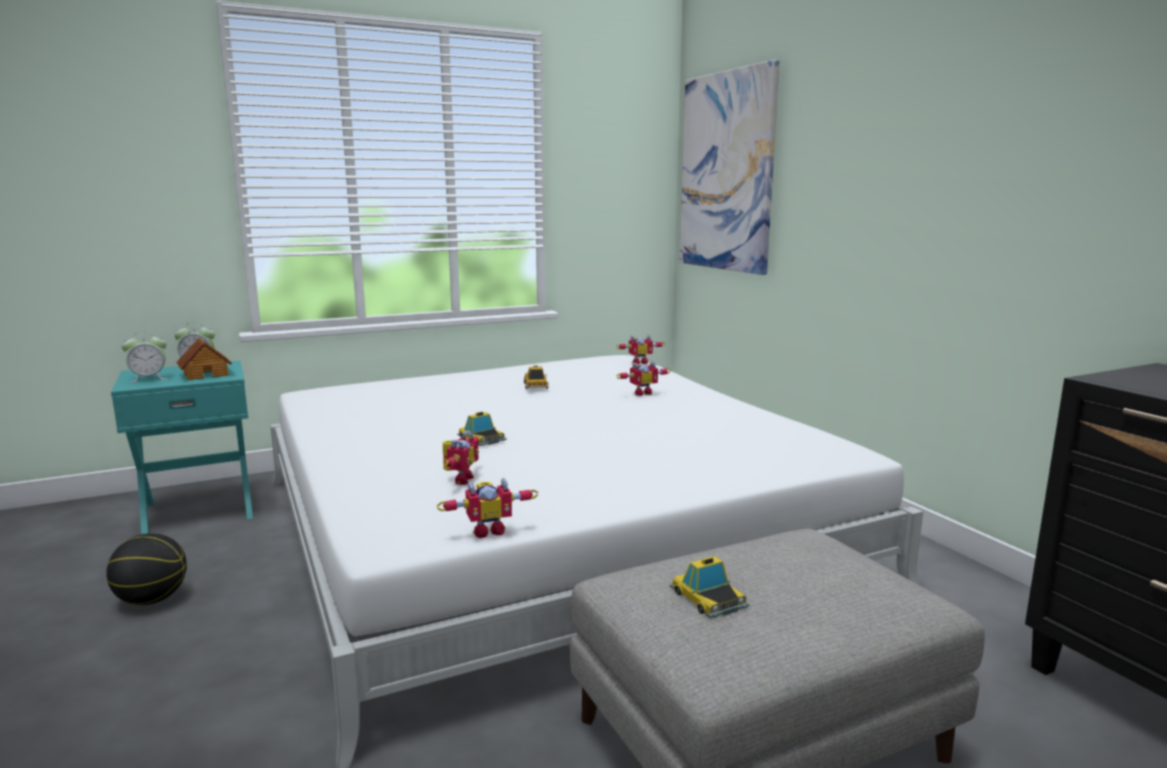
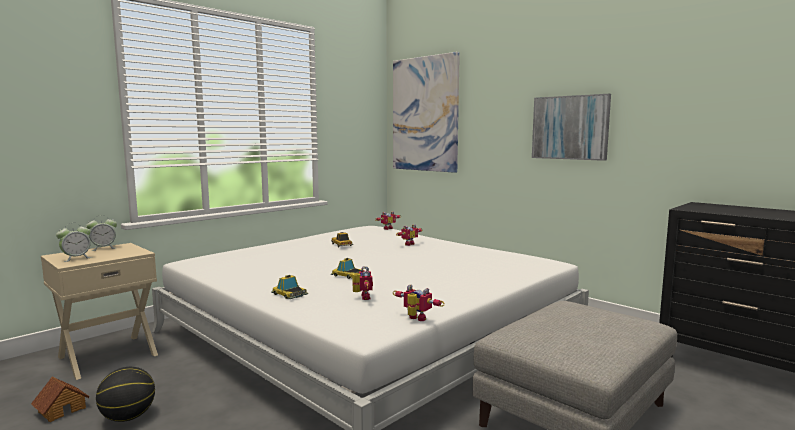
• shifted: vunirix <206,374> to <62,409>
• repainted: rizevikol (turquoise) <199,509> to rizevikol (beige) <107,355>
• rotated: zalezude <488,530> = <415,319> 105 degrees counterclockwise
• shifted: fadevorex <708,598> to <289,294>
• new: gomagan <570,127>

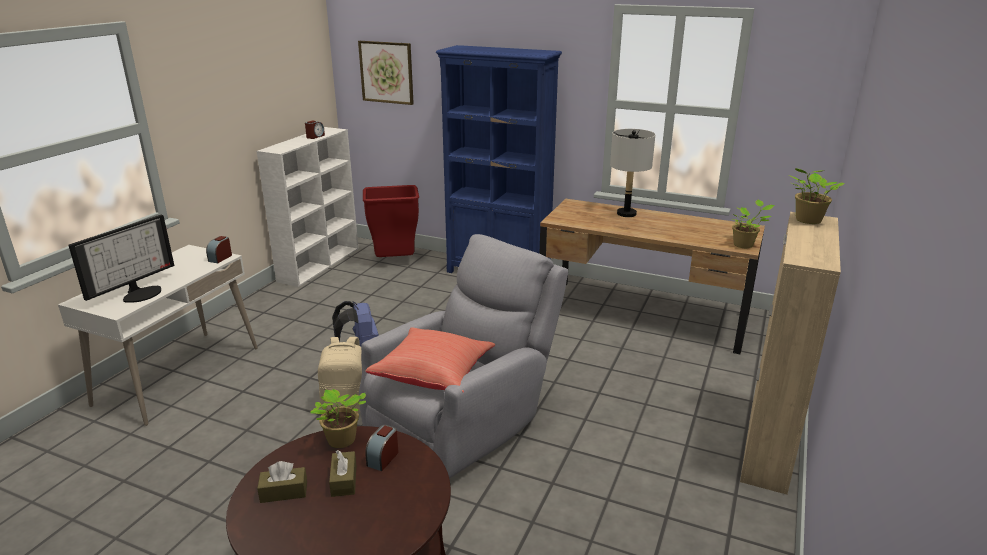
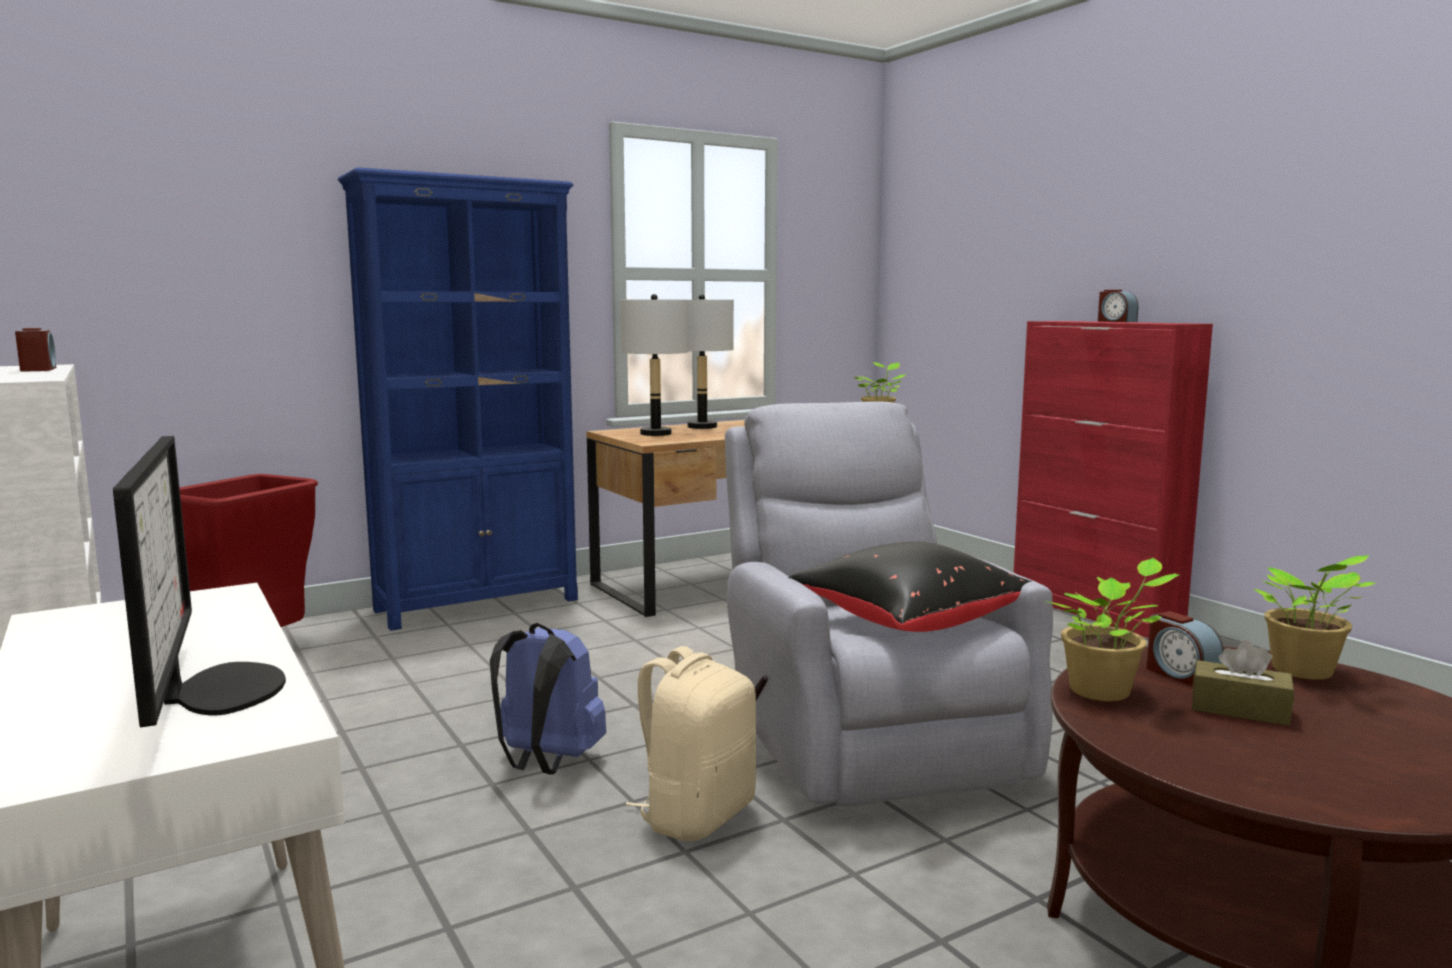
• gone: gomagan <386,72>
• shifted: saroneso <807,220> to <1304,672>
• repainted: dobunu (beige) <767,446> to dobunu (red) <1095,611>
• shifted: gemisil <220,258> to <1116,321>
• repainted: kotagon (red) <434,375> to kotagon (black) <909,621>
• gone: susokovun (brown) <284,492>
• new: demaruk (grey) <655,434>

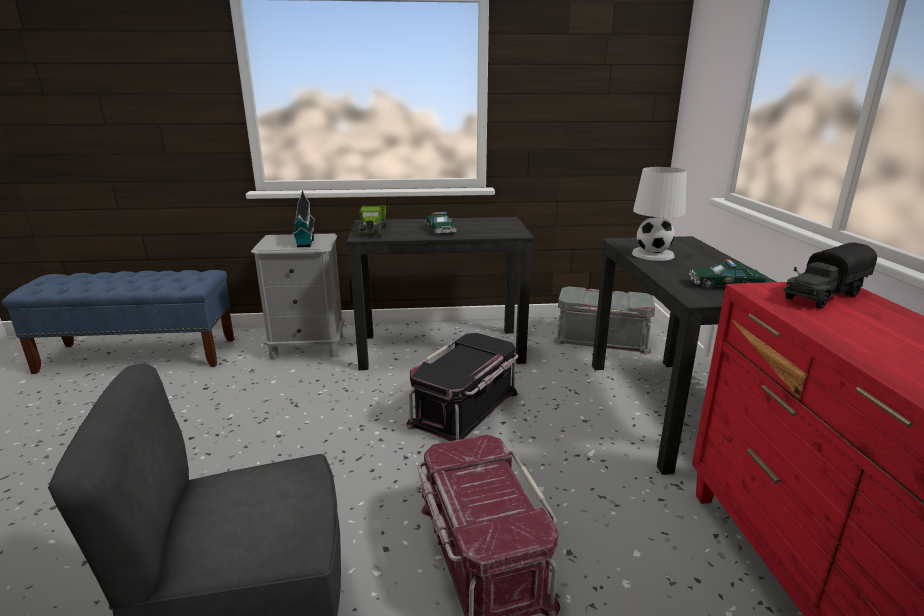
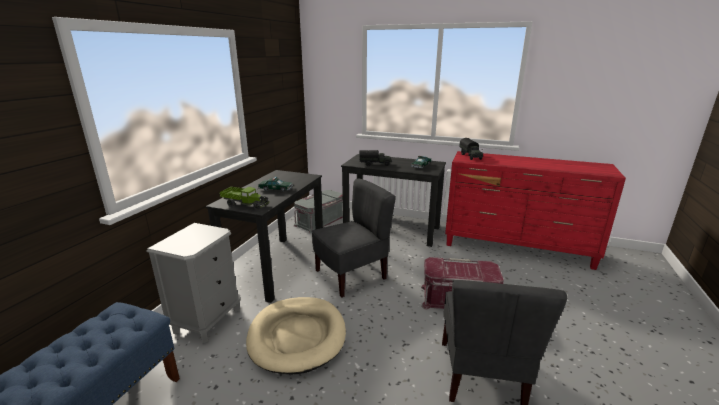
• swapped: demaruk (white) <653,254> to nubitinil <375,164>
• gone: vunirix <305,241>
• swapped: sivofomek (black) <466,409> to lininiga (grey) <351,275>
• new: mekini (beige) <297,336>

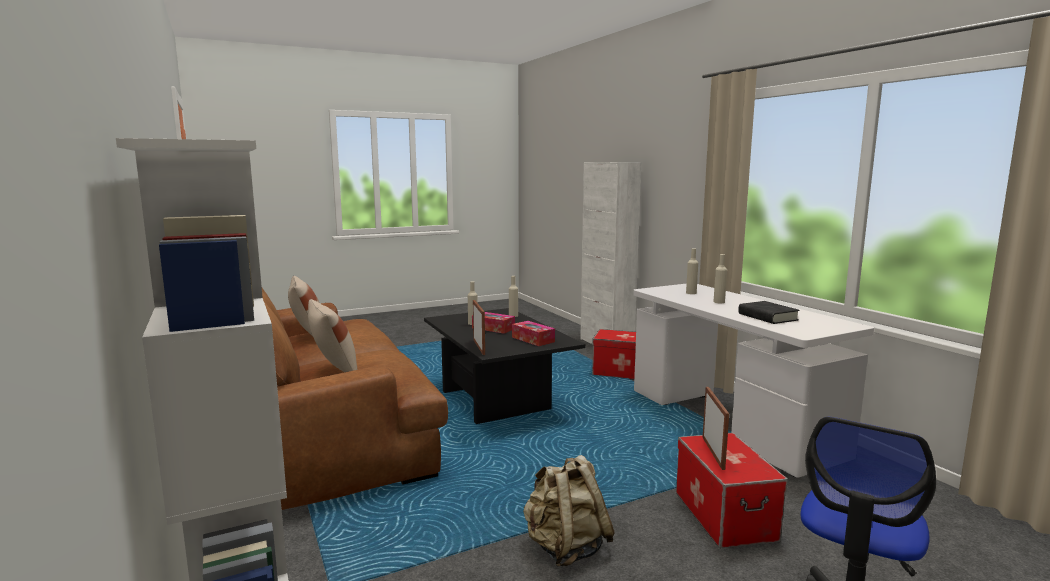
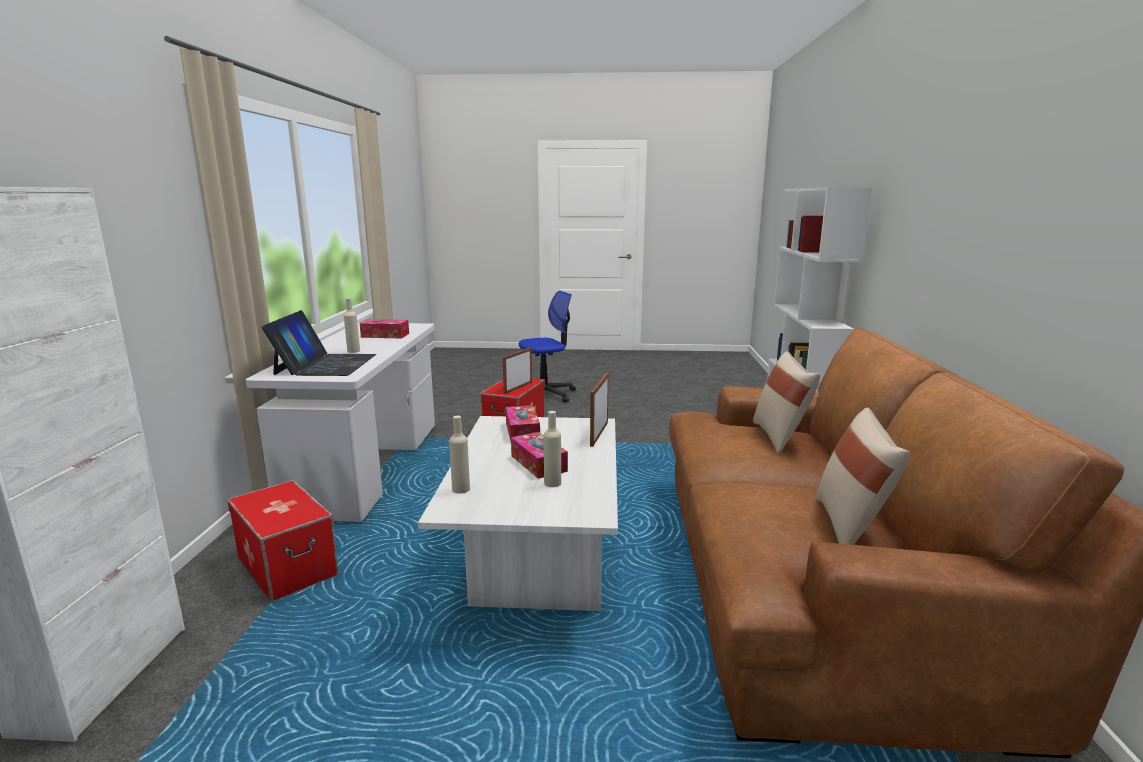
• swapped: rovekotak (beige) <691,293> to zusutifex <325,364>
• swapped: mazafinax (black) <767,317> to susokovun <385,335>
• repainted: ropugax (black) <499,400> to ropugax (white) <536,563>
• gone: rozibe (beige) <566,548>

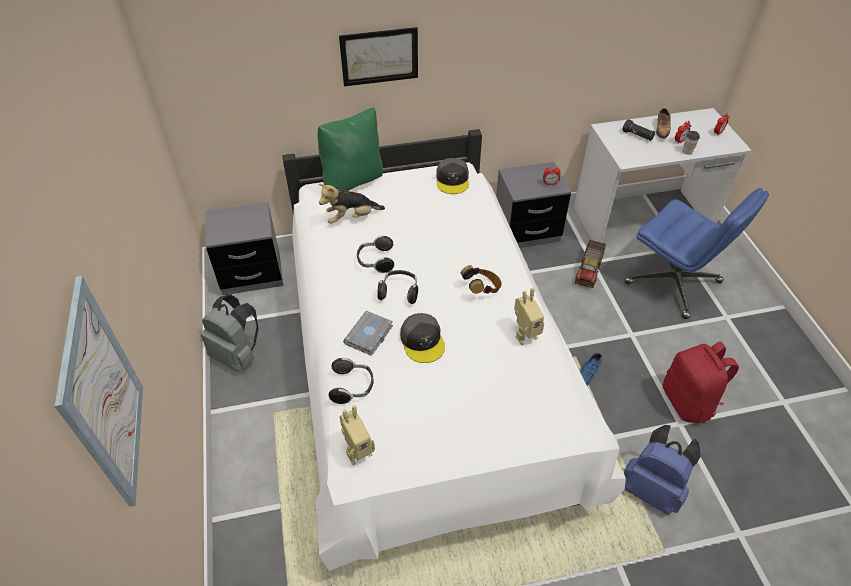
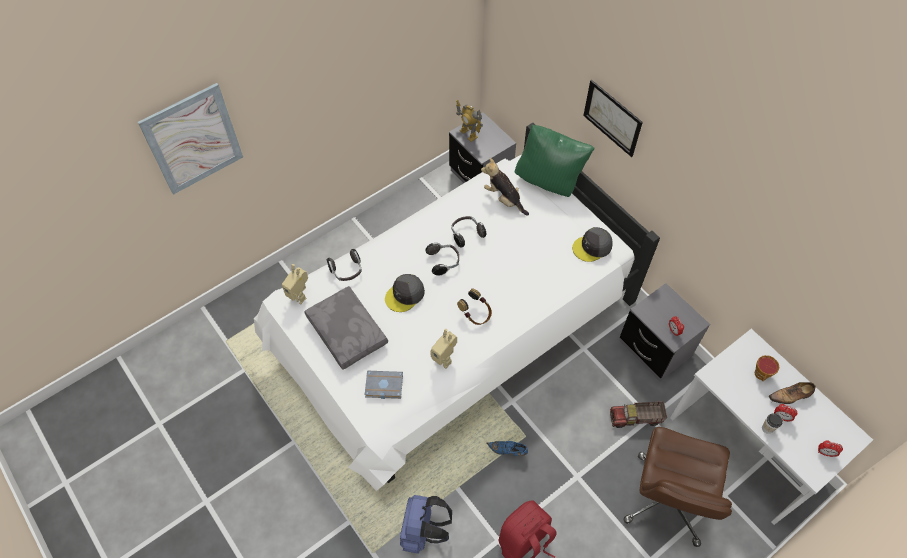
• swapped: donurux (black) <637,136> to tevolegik <761,375>
• repainted: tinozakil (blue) <674,283> to tinozakil (brown) <667,500>
• gone: rozibe (grey) <237,355>
• shifted: mazafinax (grey) <369,336> to <383,387>
• new: zalezude <468,134>
• new: kotagon (grey) <348,331>

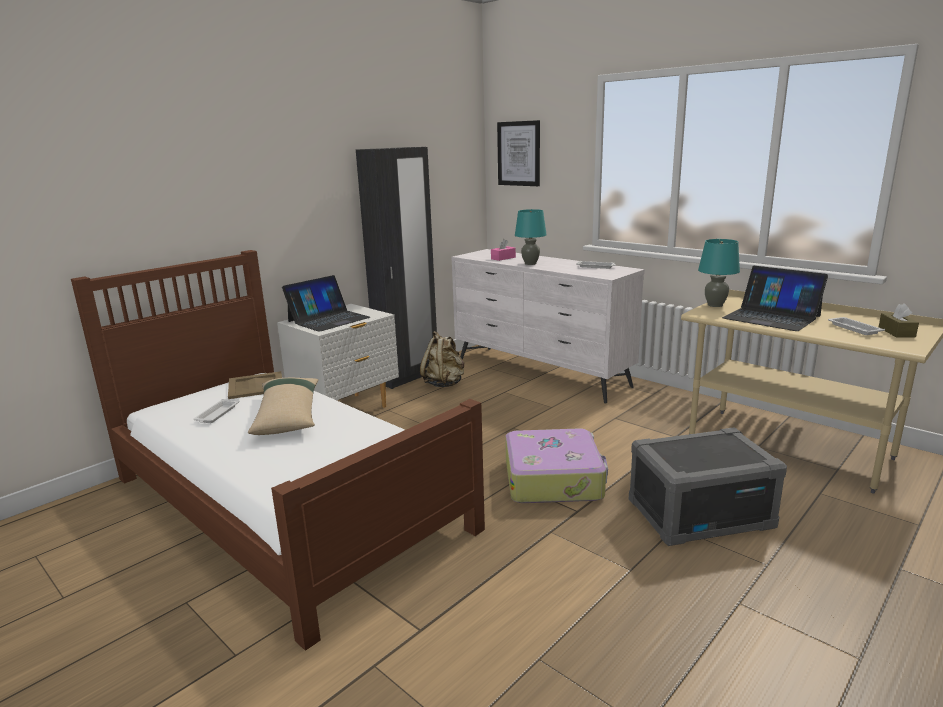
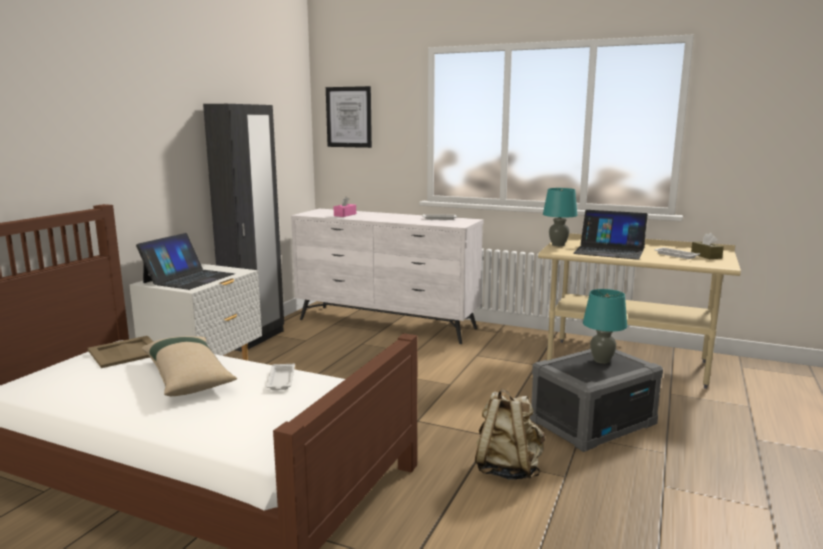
• shifted: demaruk (turquoise) <530,263> to <601,360>
• shifted: rozibe (beige) <444,384> to <507,469>
• shifted: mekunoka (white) <217,414> to <281,380>
• gone: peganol <554,478>

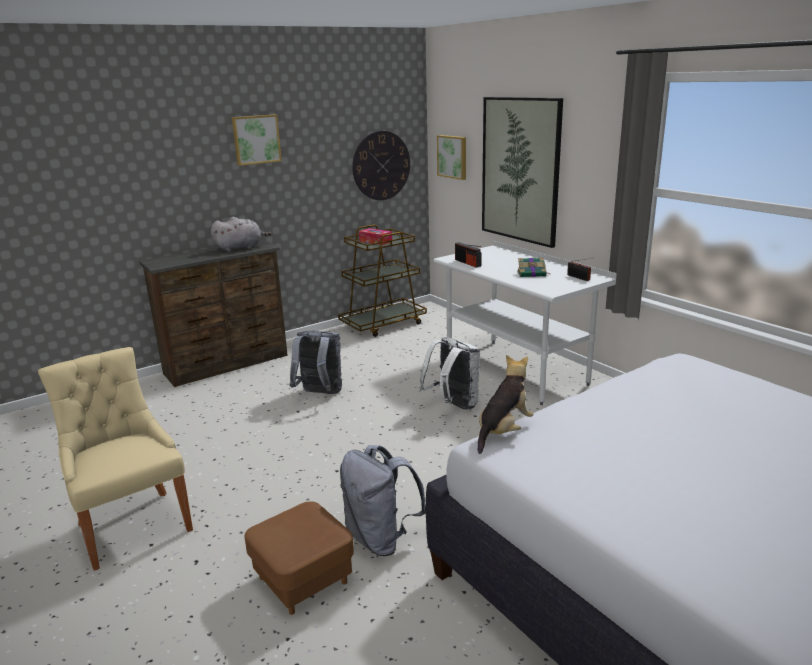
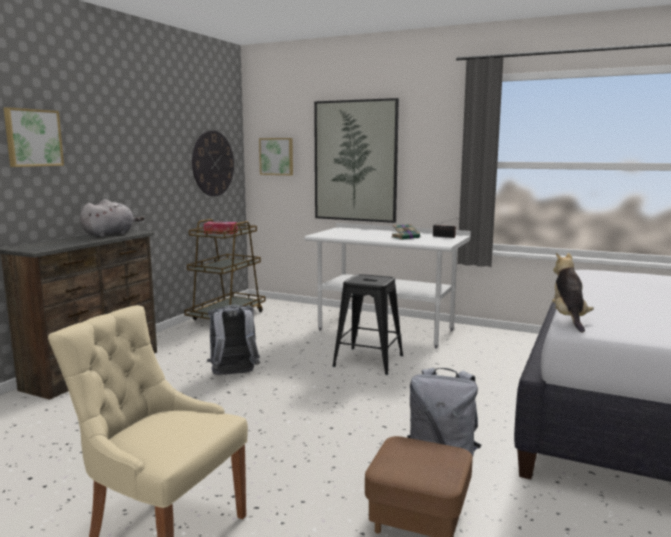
• shifted: gomagan <256,139> to <32,138>
• gone: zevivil <468,263>
• swapped: rozibe (white) <453,405> to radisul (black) <369,361>

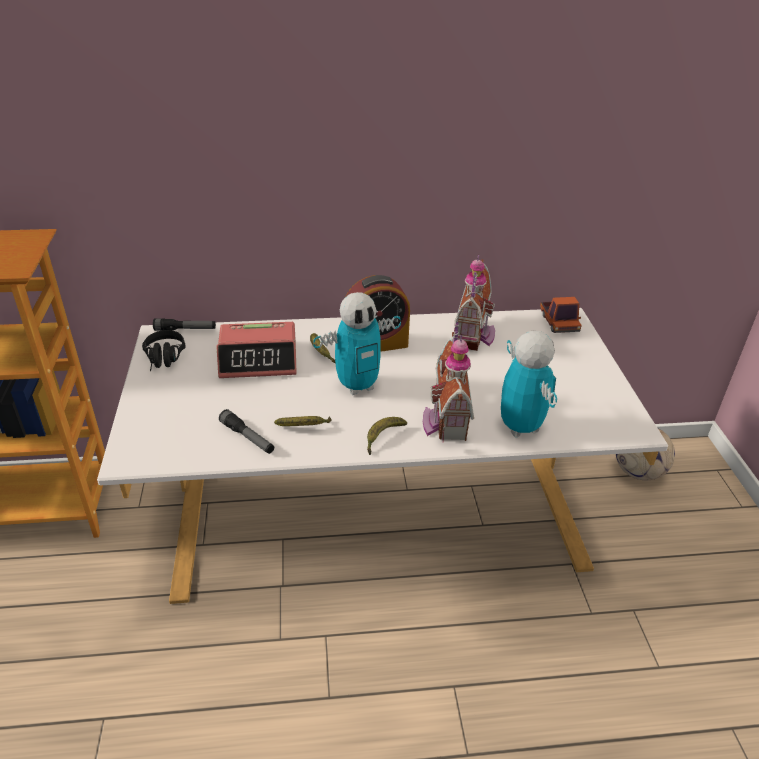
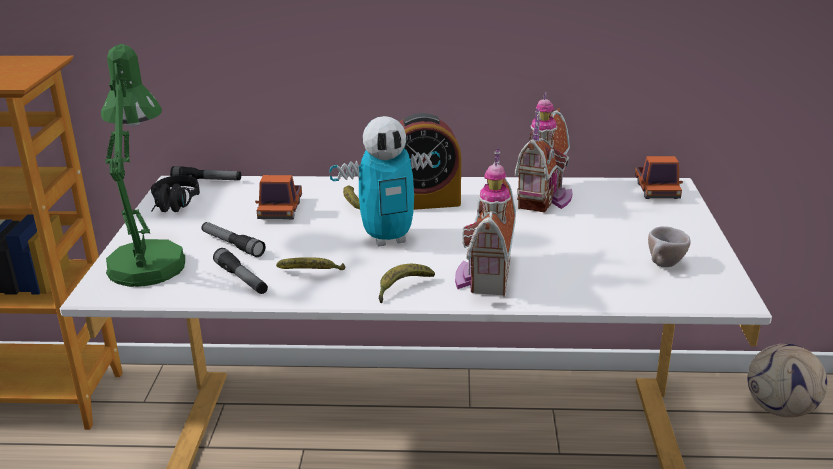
• swapped: gemisil <259,359> to nubitinil <280,210>
• gone: zalezude <520,427>
• new: demaruk (green) <148,259>
• new: donurux <232,245>
• new: tevolegik (beige) <663,266>

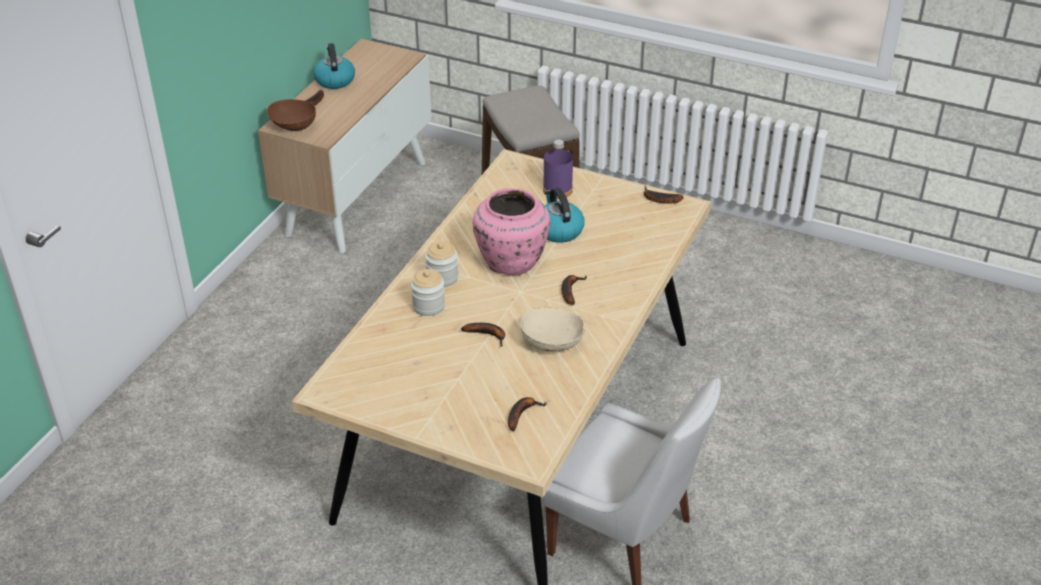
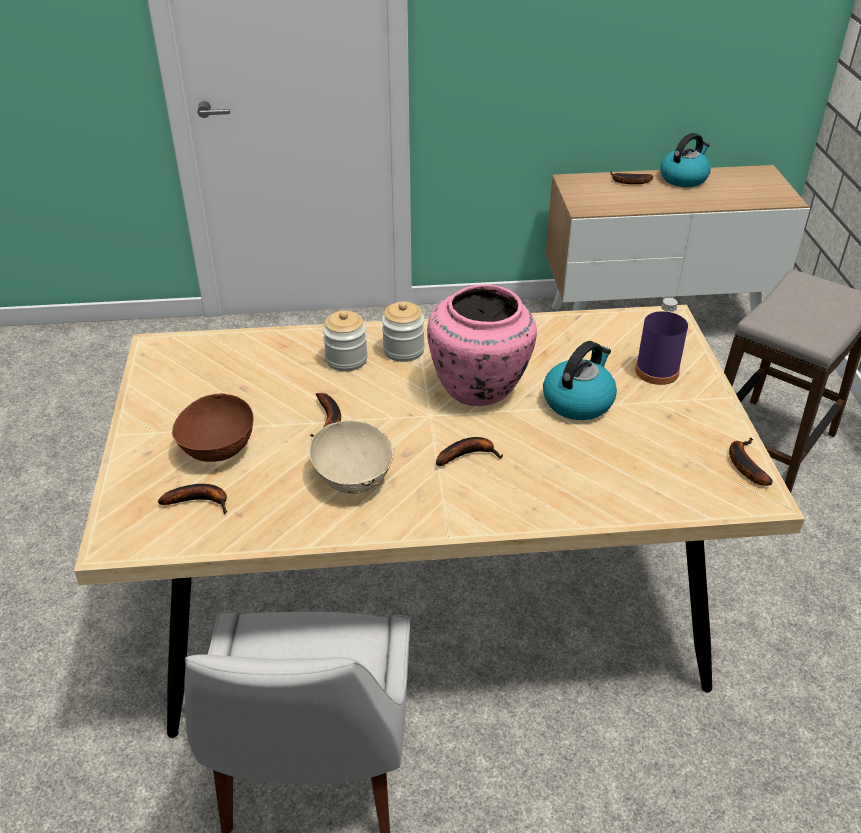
• shifted: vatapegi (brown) <292,127> to <217,447>

